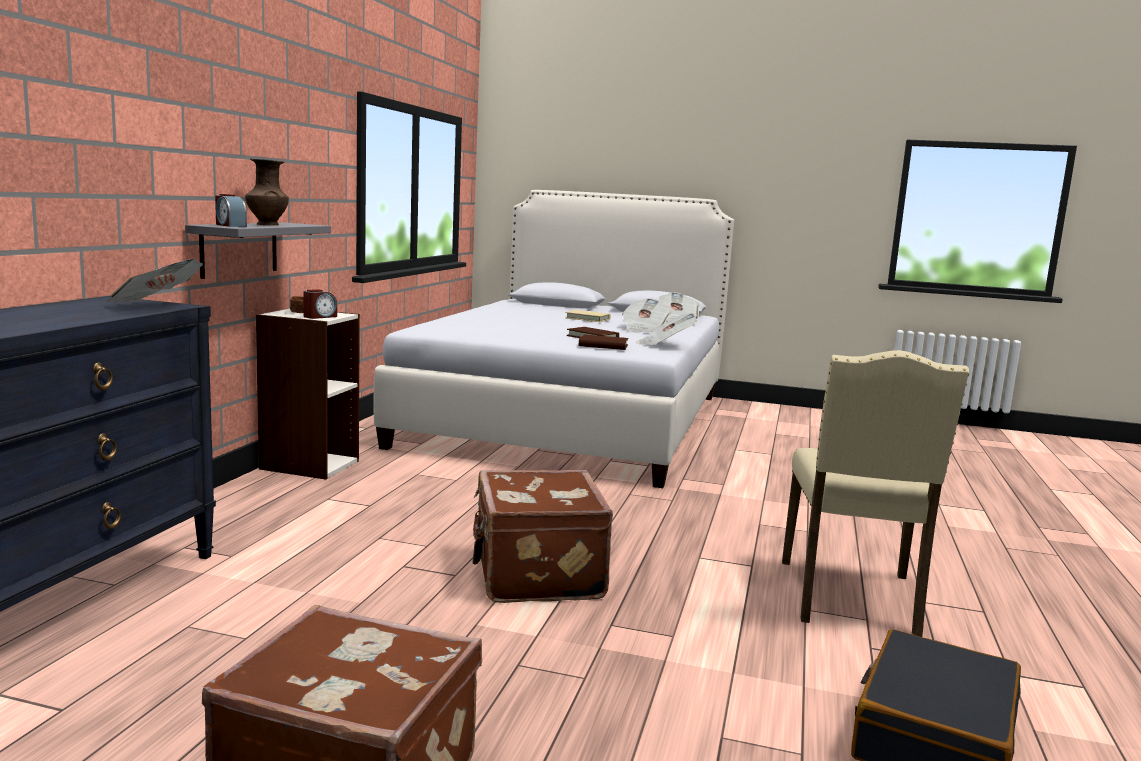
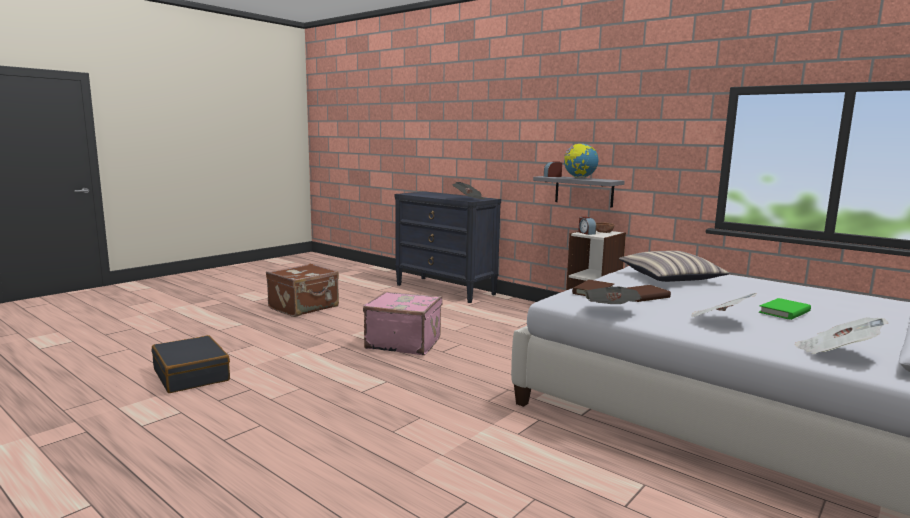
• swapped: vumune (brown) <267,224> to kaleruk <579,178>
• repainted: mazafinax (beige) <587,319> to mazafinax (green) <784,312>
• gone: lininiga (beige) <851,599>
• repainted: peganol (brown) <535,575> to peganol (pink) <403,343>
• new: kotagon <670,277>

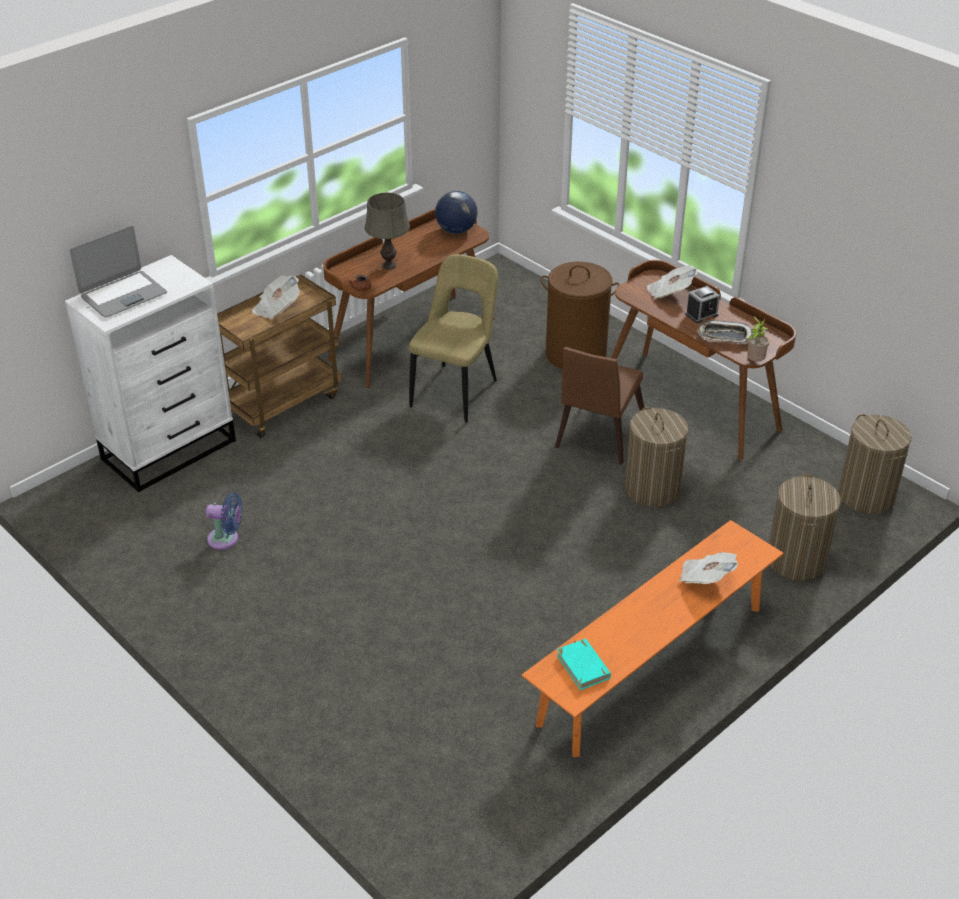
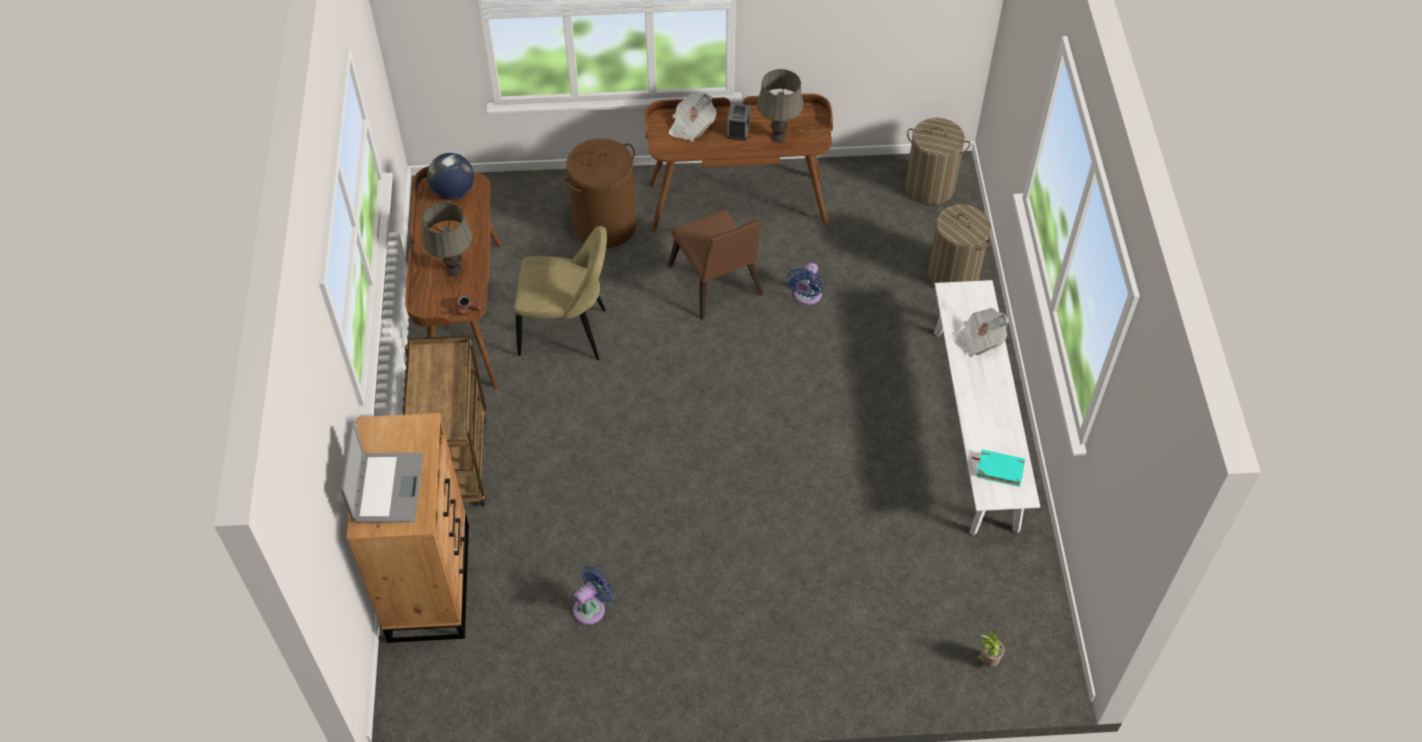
• rotated: lininiga (beige) <456,391> = <567,333> 120 degrees clockwise
• repainted: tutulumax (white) <170,449> to tutulumax (brown) <429,581>
• gone: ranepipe <277,308>
• shifted: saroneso <754,361> to <987,661>
• swapped: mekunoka <724,336> to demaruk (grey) <778,137>
• swapped: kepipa <652,489> to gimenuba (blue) <806,296>
• repainted: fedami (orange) <652,664> to fedami (white) <975,427>

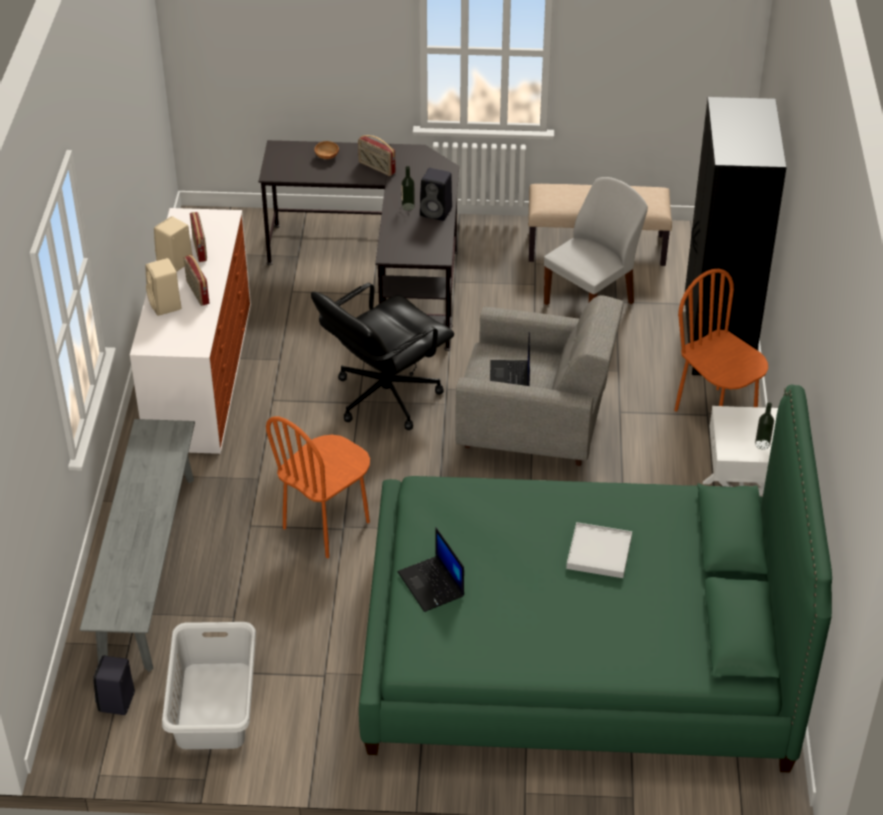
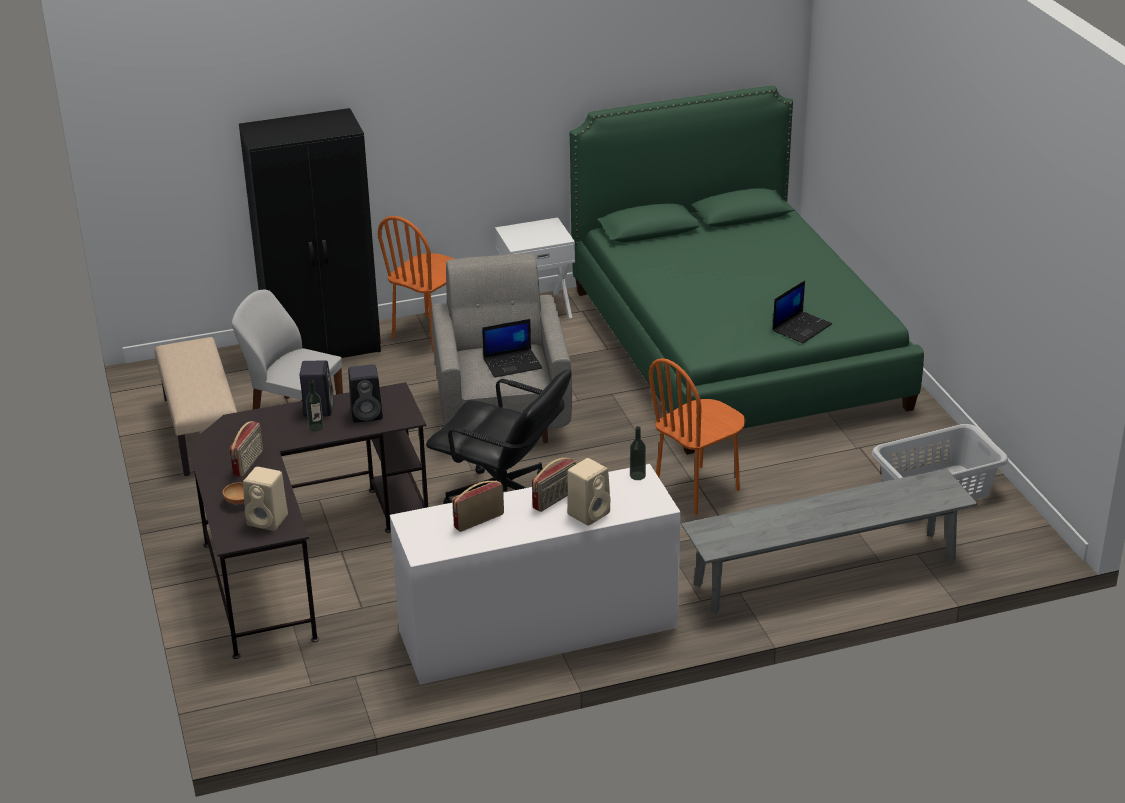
• shifted: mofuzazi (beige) <174,263> to <269,520>
• shifted: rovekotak <762,444> to <637,476>
• rotated: lininiga (orange) <326,525> = <697,489> 120 degrees clockwise
• gone: mekunoka (white) <599,552>
• shifted: mofuzazi (black) <116,703> to <368,414>

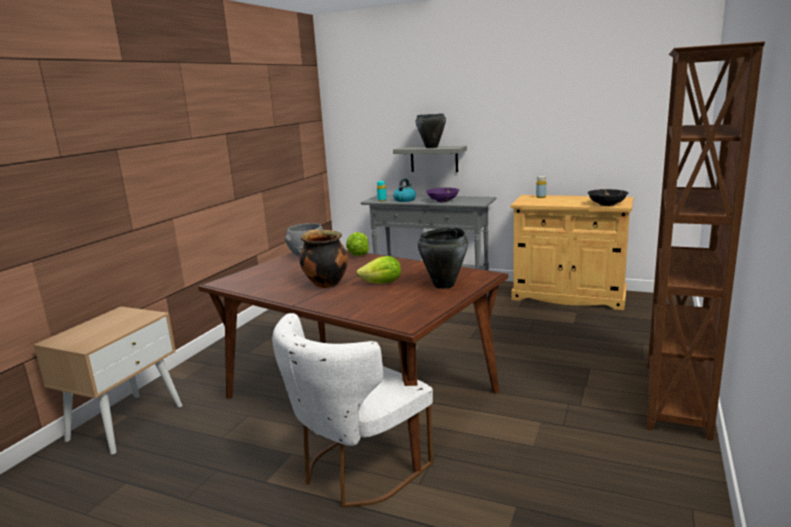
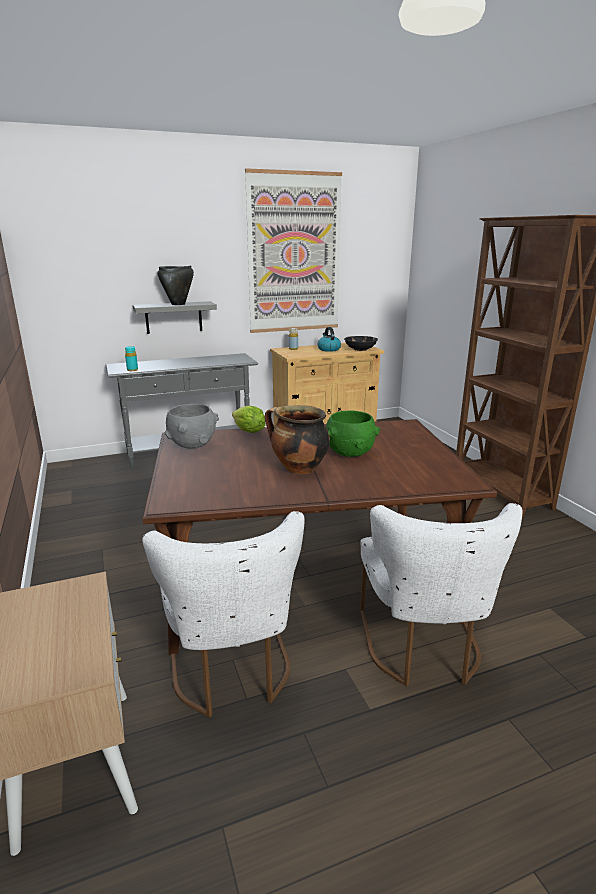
• shifted: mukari <405,200> to <328,349>
• gone: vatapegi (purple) <443,200>
• gone: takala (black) <444,285>
• swapped: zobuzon <382,283> to vatapegi (green) <350,453>
• new: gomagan <294,254>
• new: lininiga (white) <232,670>

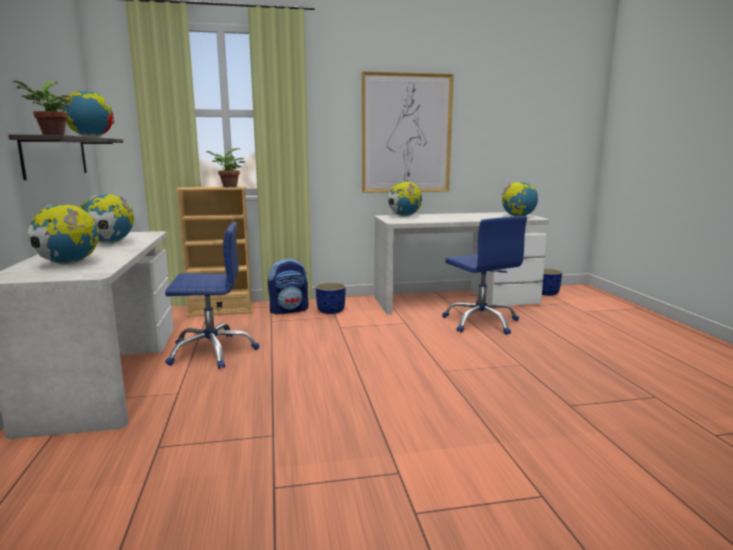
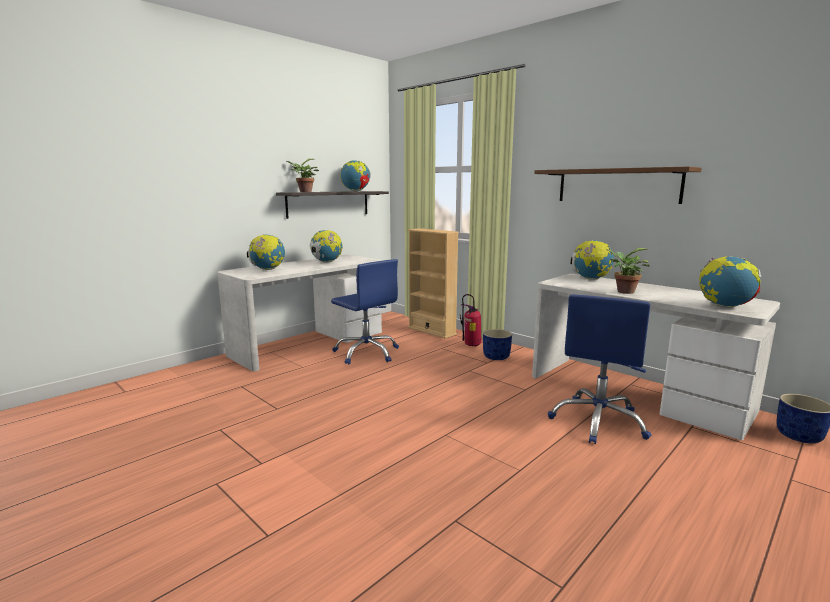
• swapped: gomagan <406,134> to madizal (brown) <617,185>
• shifted: saroneso <228,187> to <623,291>
• swapped: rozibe <289,310> to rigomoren <471,345>

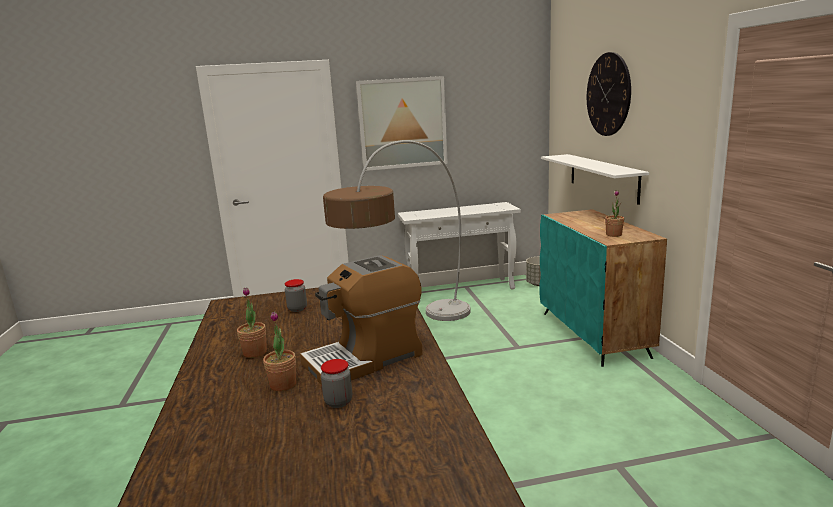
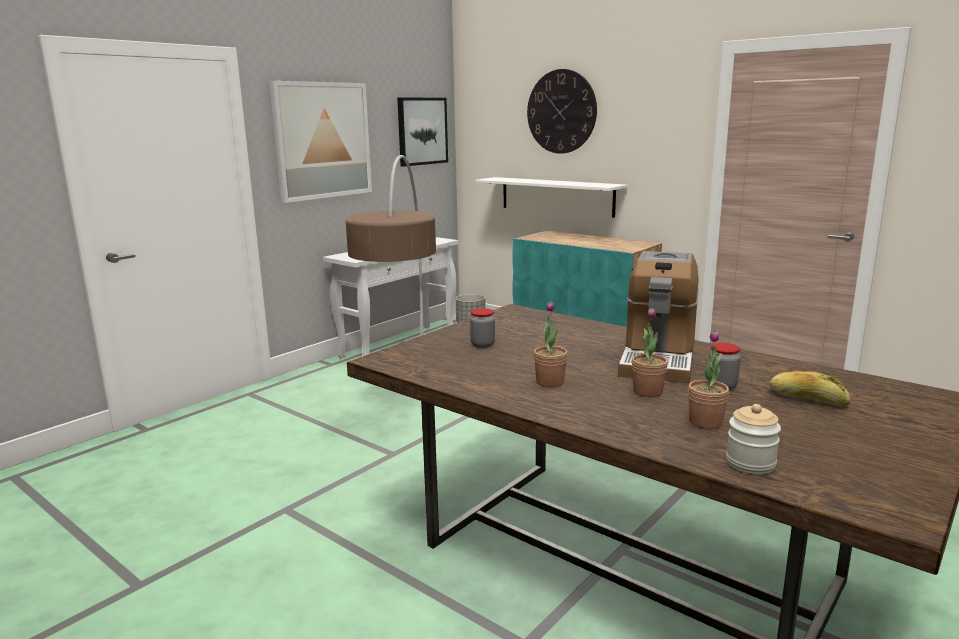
• shifted: saroneso <613,235> to <705,422>
• new: gomagan <422,131>
• new: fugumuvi <807,399>
• new: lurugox <750,463>

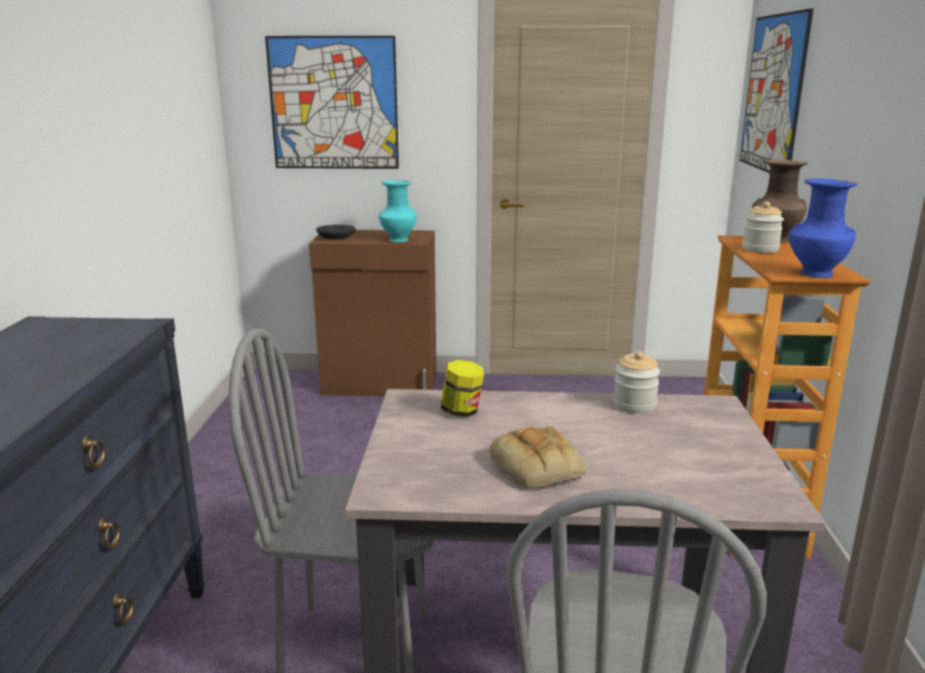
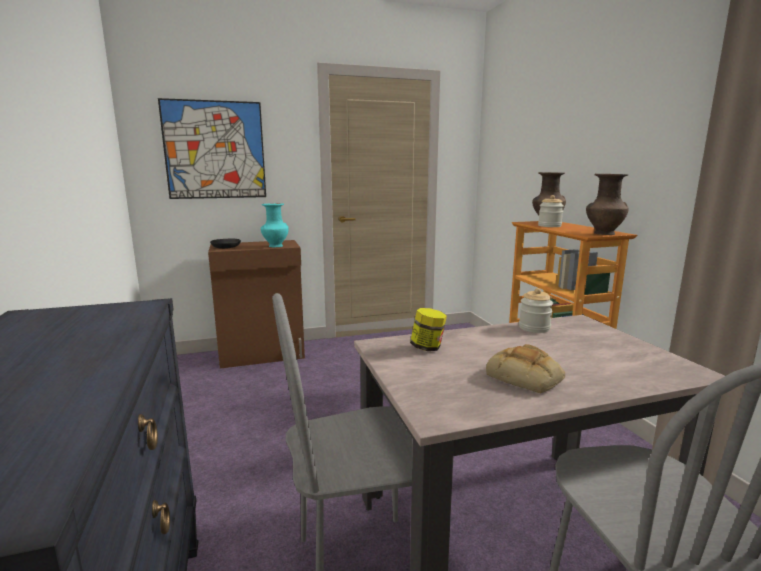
• gone: gomagan <773,94>
• repainted: vumune (blue) <814,274> to vumune (brown) <603,233>

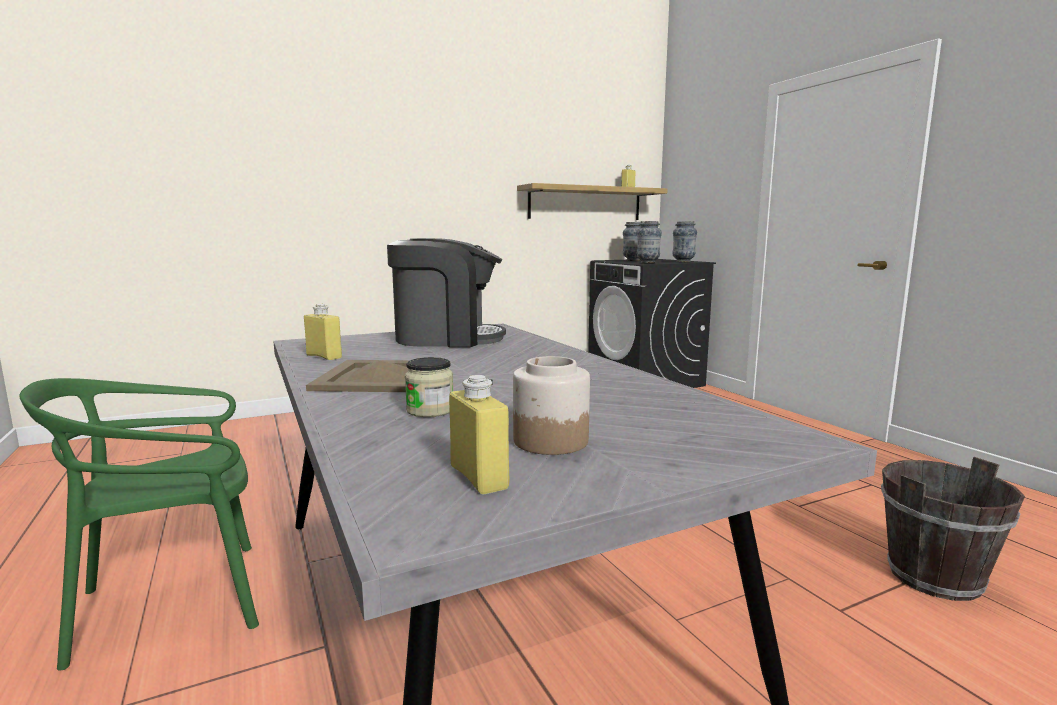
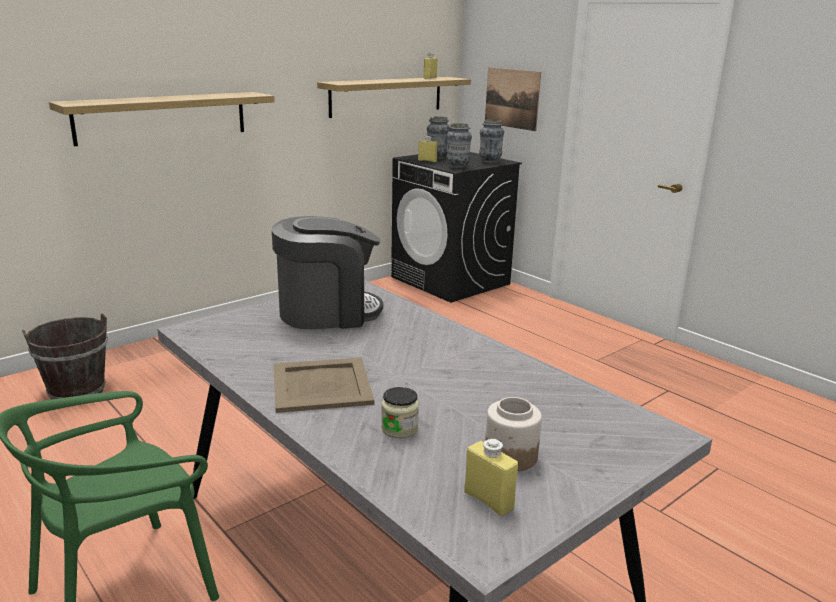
• shifted: rovekotak (yellow) <324,357> to <427,161>
• shifted: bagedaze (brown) <935,577> to <77,391>
• new: gomagan <512,98>
• new: madizal <162,117>

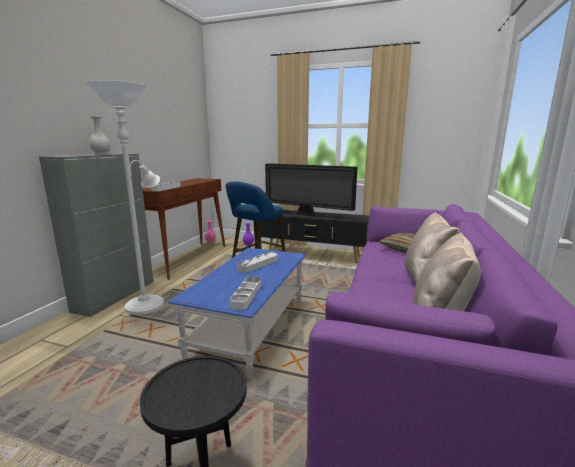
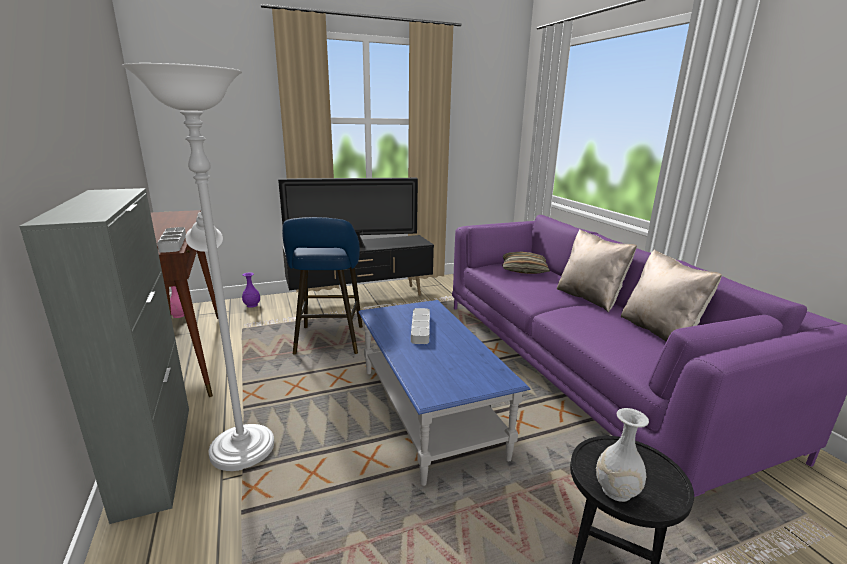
• shifted: vumune (white) <101,154> to <616,490>
• gone: mekunoka (grey) <246,295>

